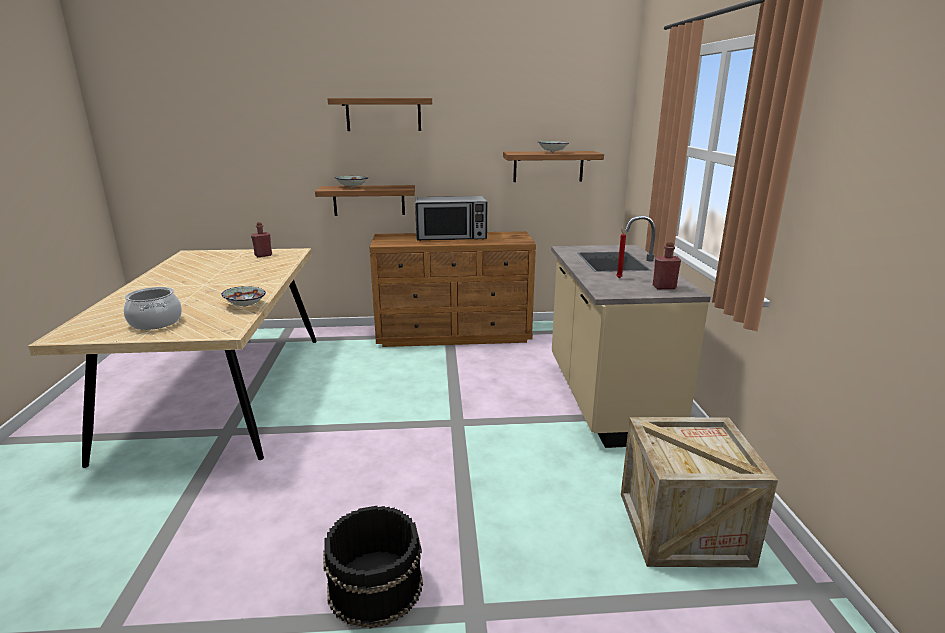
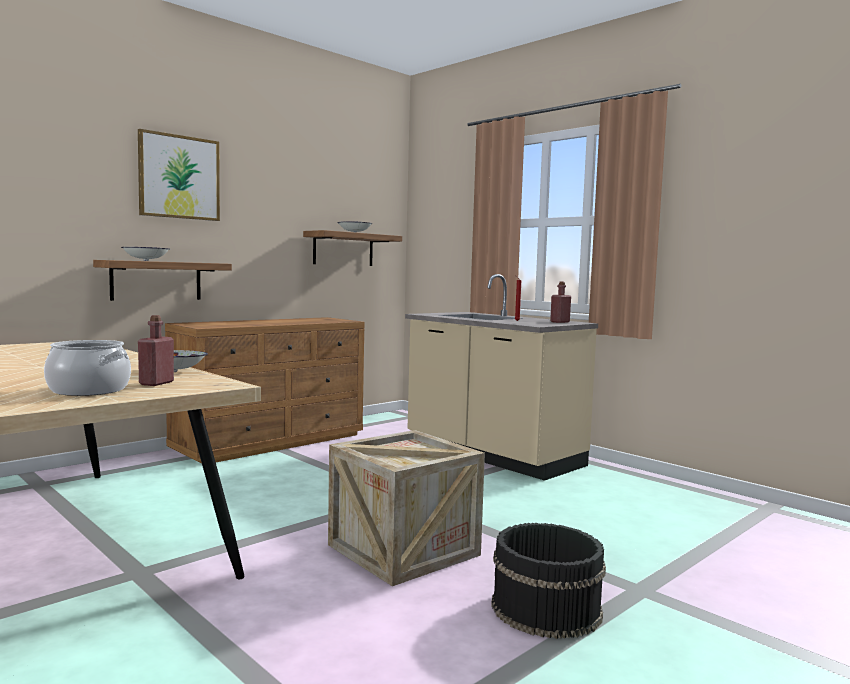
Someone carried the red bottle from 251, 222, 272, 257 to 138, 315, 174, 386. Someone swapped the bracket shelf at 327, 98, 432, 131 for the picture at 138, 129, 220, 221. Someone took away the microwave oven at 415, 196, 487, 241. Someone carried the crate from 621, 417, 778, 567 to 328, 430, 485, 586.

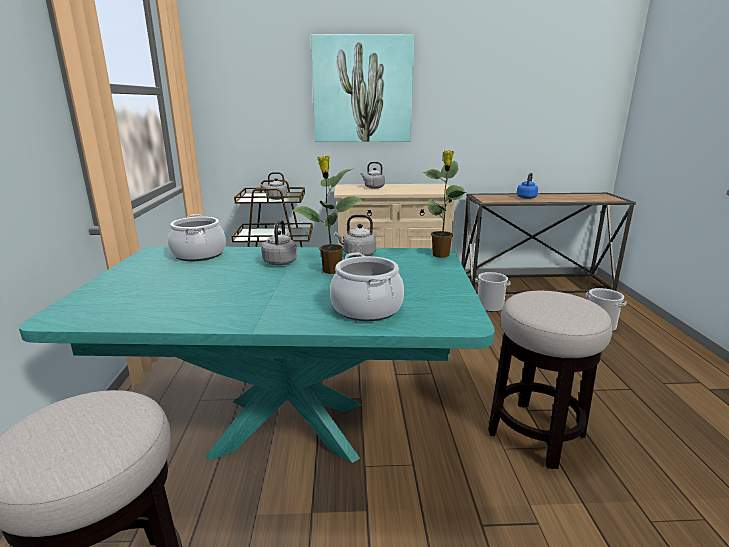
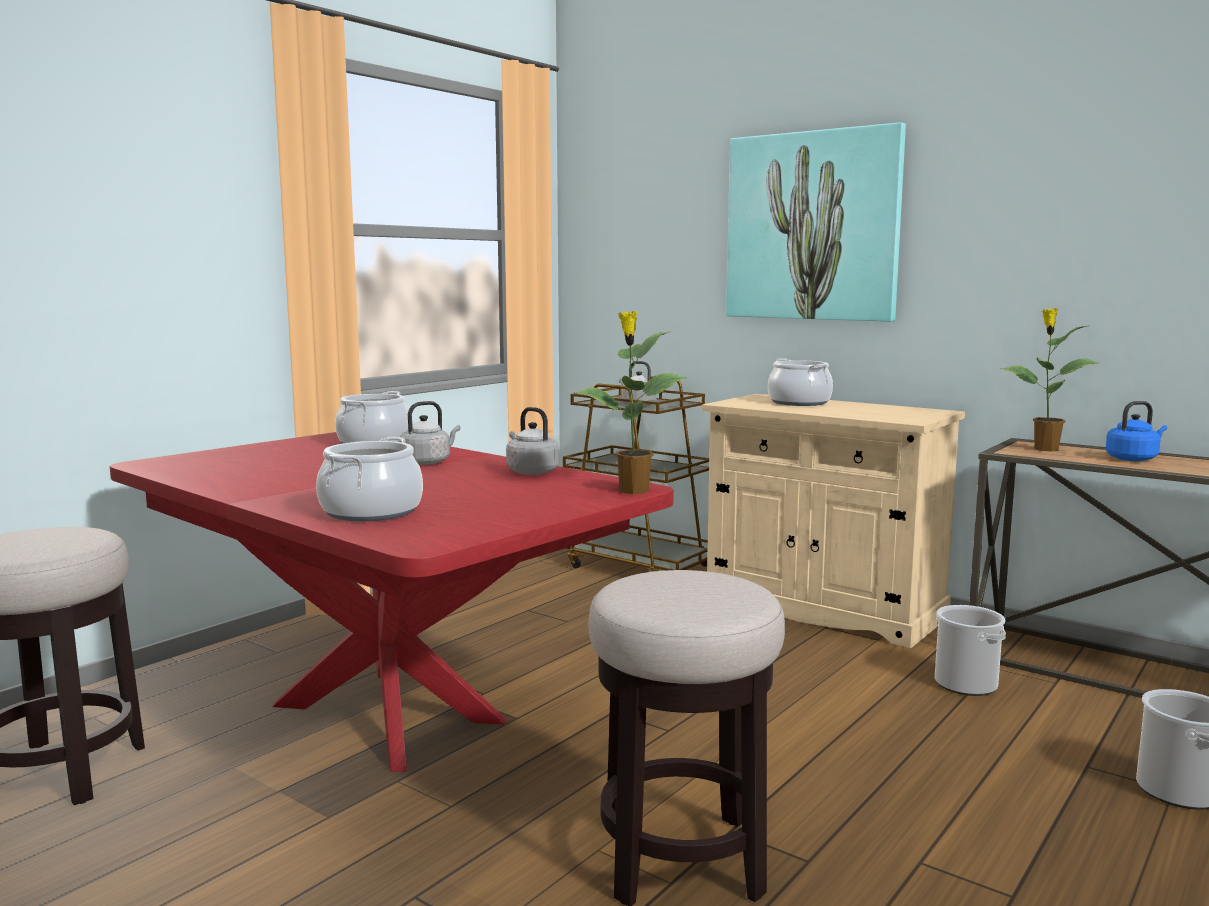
Someone repainted the turquoise-coloured kitchen table at 19, 246, 495, 463, which became the red kitchen table at 110, 432, 674, 772. Someone carried the plant in a pot from 290, 156, 365, 274 to 1001, 308, 1099, 452. Someone swapped the grey tea kettle at 360, 162, 385, 189 for the stockpot at 768, 358, 833, 406.

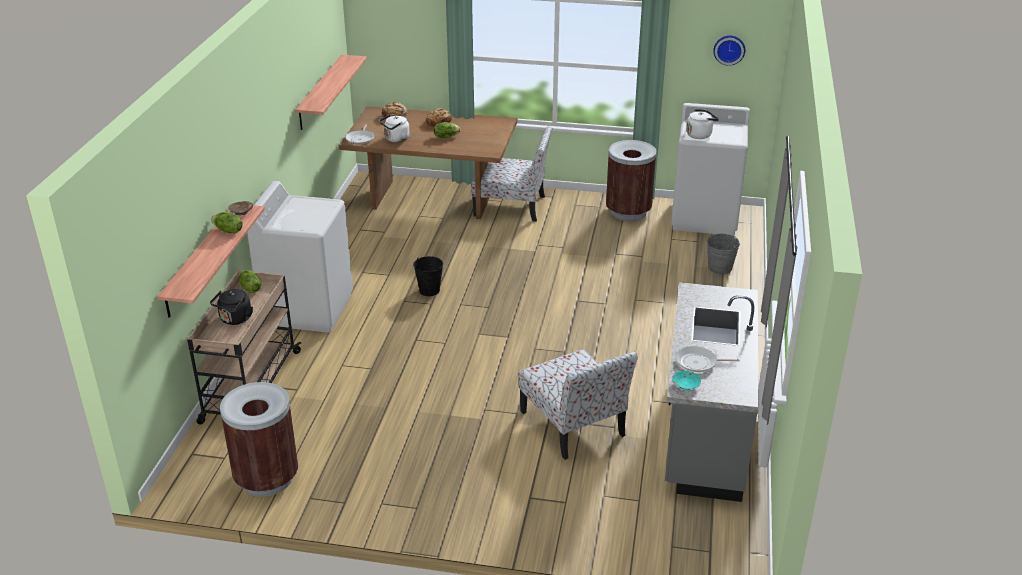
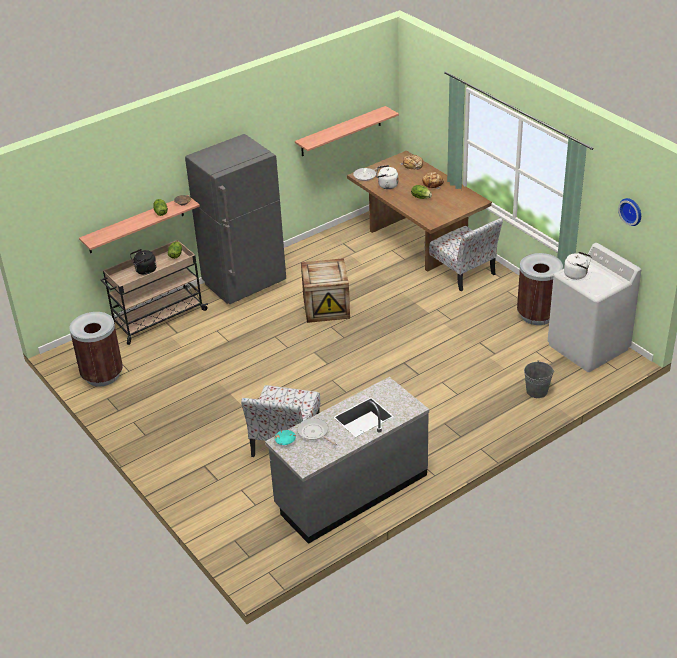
Someone swapped the white-coloured laundry machine at 247, 181, 353, 333 for the grey refrigerator at 185, 134, 286, 304. Someone swapped the black water bucket at 413, 256, 443, 296 for the crate at 301, 258, 350, 323.

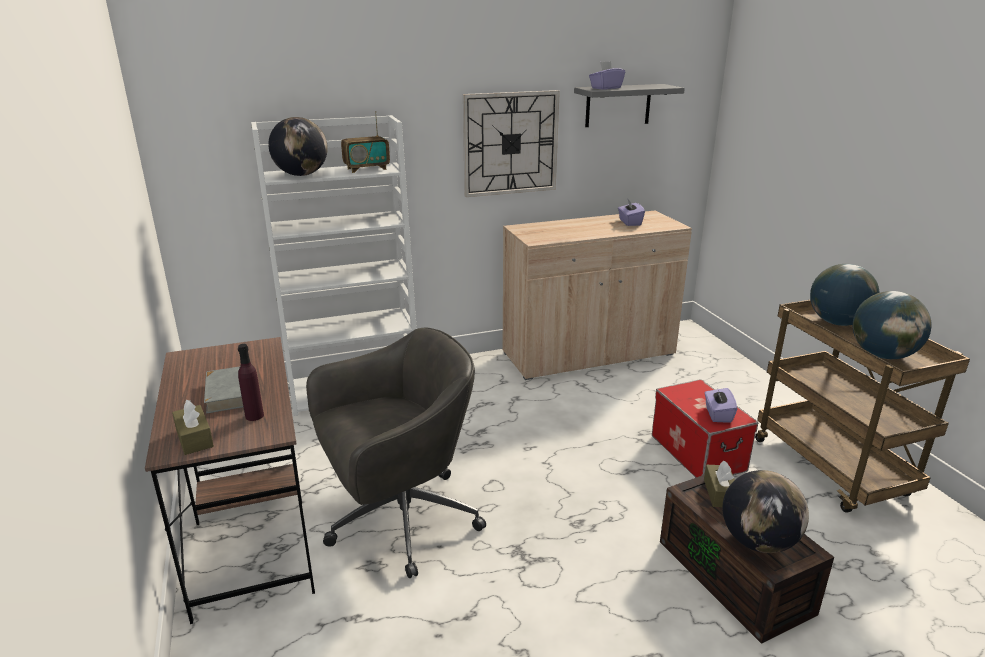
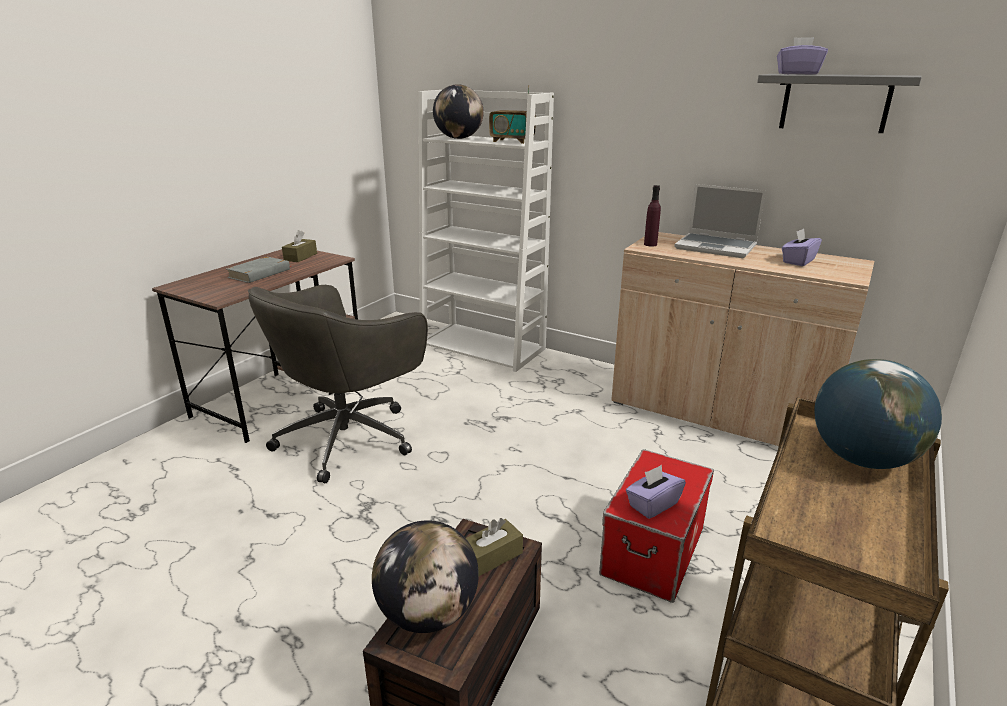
Someone carried the brown-coloured tissue box from 172, 400, 214, 455 to 282, 230, 317, 262. Someone carried the purple-coloured bottle from 238, 344, 264, 421 to 644, 185, 661, 247. Someone rotated the grey office chair at 306, 328, 486, 578 by 105 degrees clockwise. Someone took away the hanging clock at 463, 90, 560, 197. Someone took away the world globe at 853, 291, 932, 359. Someone put down the notebook computer at 674, 184, 766, 258.

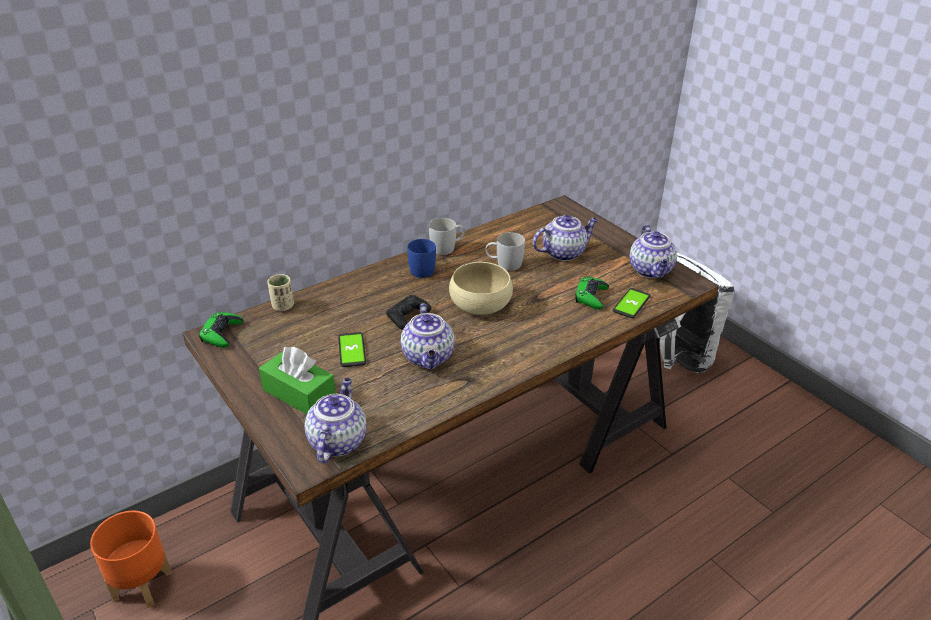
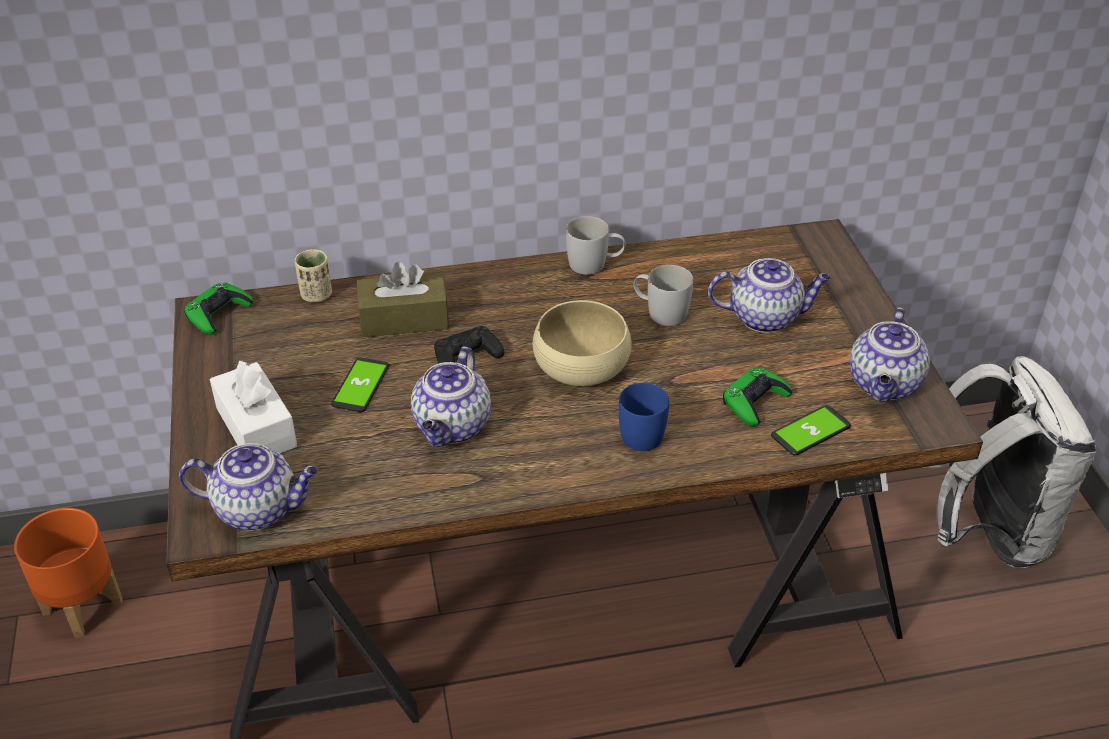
Someone repainted the green-coloured tissue box at 259, 347, 336, 414, which became the white-coloured tissue box at 210, 359, 297, 453. Someone rotated the pot for tea at 305, 378, 367, 463 by 60 degrees clockwise. Someone carried the blue mug from 407, 239, 436, 278 to 619, 383, 669, 451. Someone put down the brown-coloured tissue box at 357, 262, 449, 337.

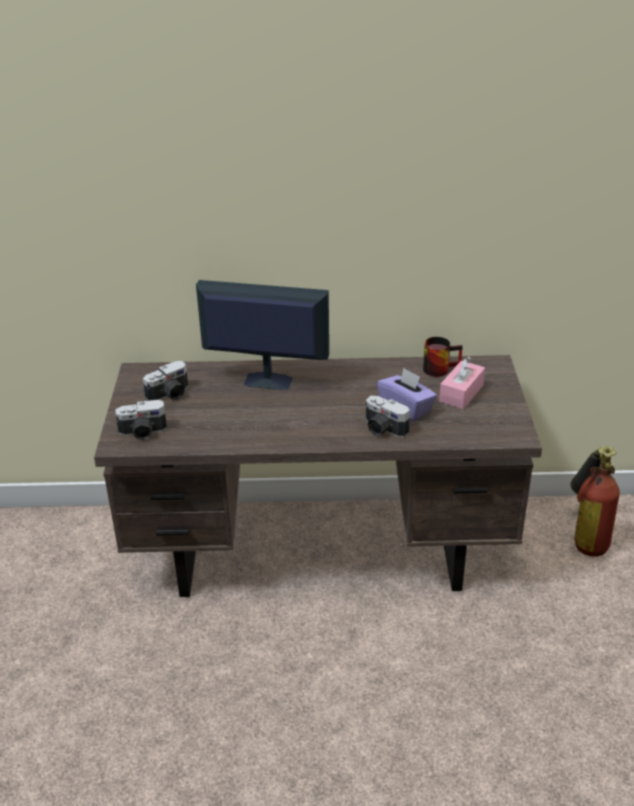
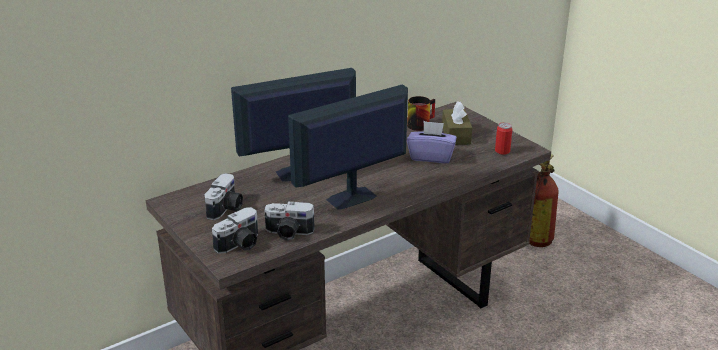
Someone carried the still camera from 366, 396, 410, 437 to 264, 202, 315, 241. Someone repainted the pink-coloured tissue box at 439, 356, 485, 409, which became the brown-coloured tissue box at 442, 101, 472, 145. Someone put down the computer screen at 288, 85, 408, 210. Someone put down the sealed can at 495, 122, 512, 155.

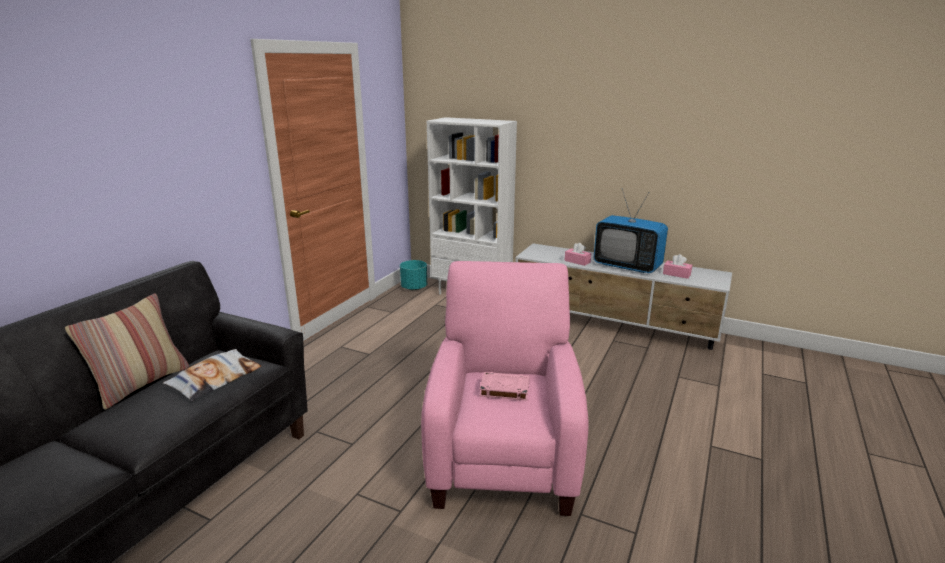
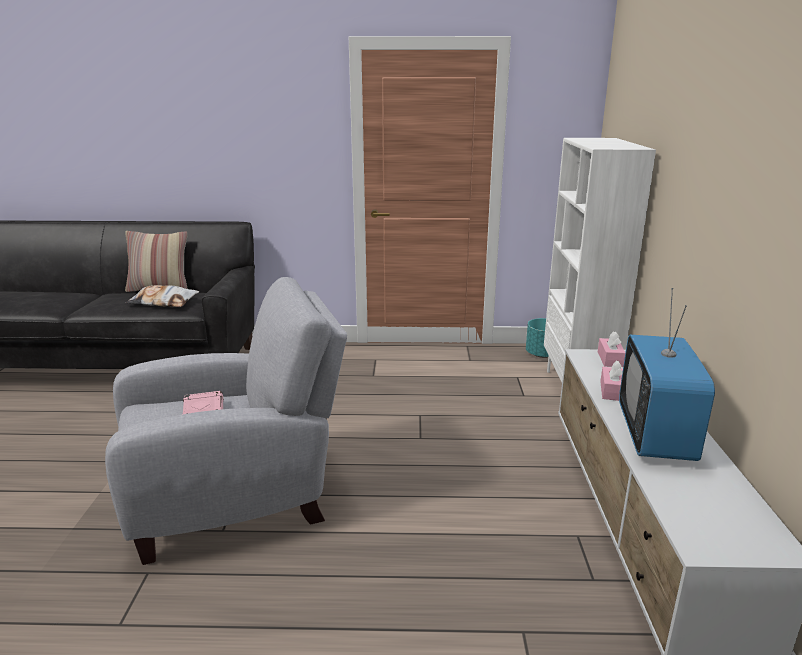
Someone repainted the pink-coloured lounge chair at 421, 261, 589, 516, which became the grey lounge chair at 105, 277, 347, 565. Someone carried the pink-coloured tissue box from 663, 254, 692, 279 to 598, 331, 626, 367.

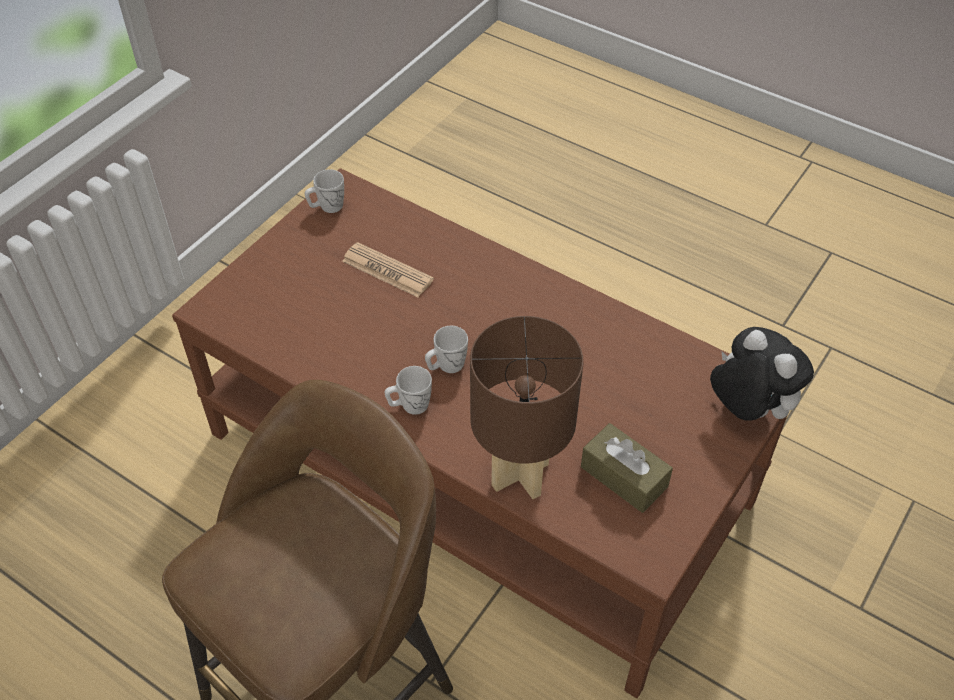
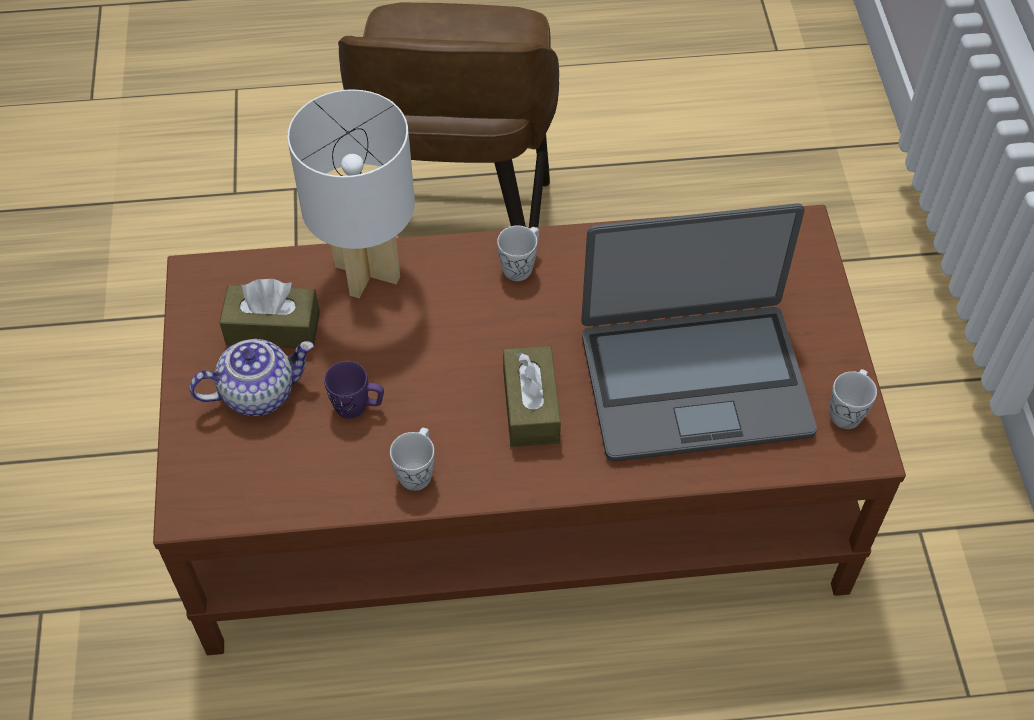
Someone swapped the newspaper at 342, 242, 434, 297 for the notebook computer at 581, 204, 817, 462. Someone carried the white-coloured mug from 425, 326, 468, 373 to 390, 428, 435, 491. Someone repainted the brown-coloured tabletop lamp at 470, 316, 584, 499, which became the white-coloured tabletop lamp at 287, 89, 415, 298. Someone took away the plush toy at 710, 327, 814, 421. Someone put down the pot for tea at 189, 339, 314, 416. Someone put down the purple-coloured mug at 324, 361, 384, 418. Someone put down the brown-coloured tissue box at 503, 346, 561, 447.

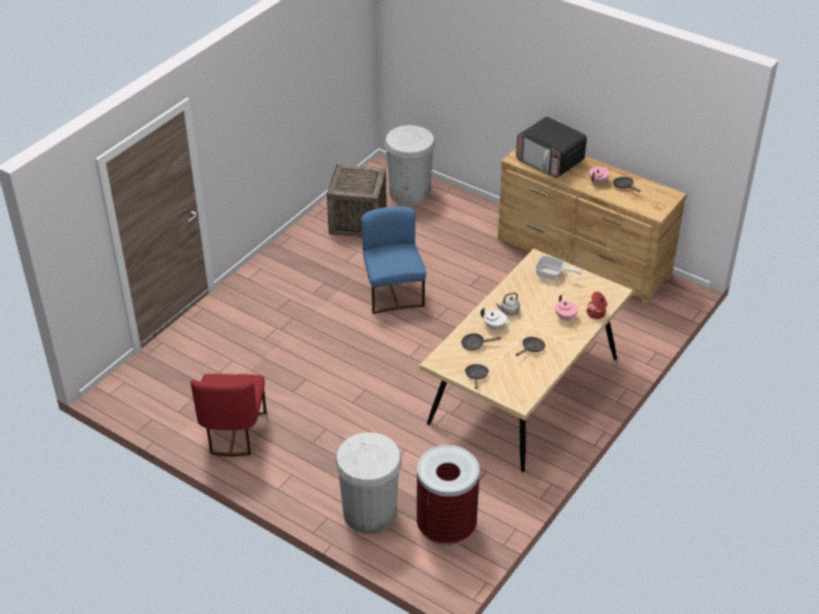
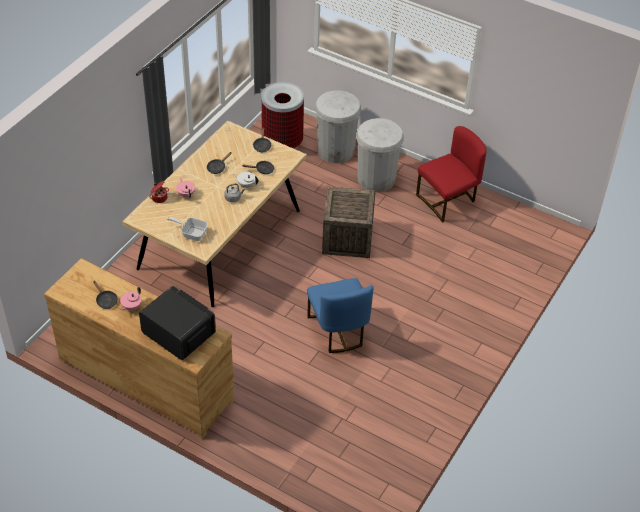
Someone rotated the red upright chair at 191, 374, 267, 456 by 60 degrees clockwise. Someone carried the crate from 327, 164, 387, 237 to 322, 186, 376, 258. Someone carried the white-coloured trash can from 384, 125, 436, 206 to 356, 118, 404, 192.

